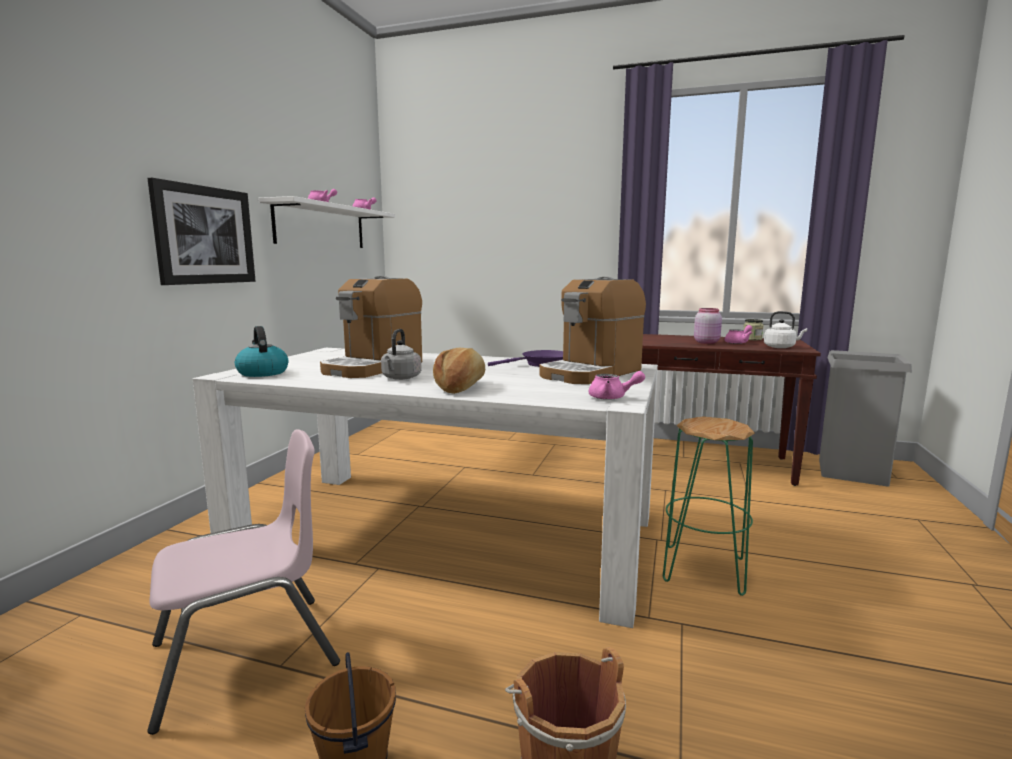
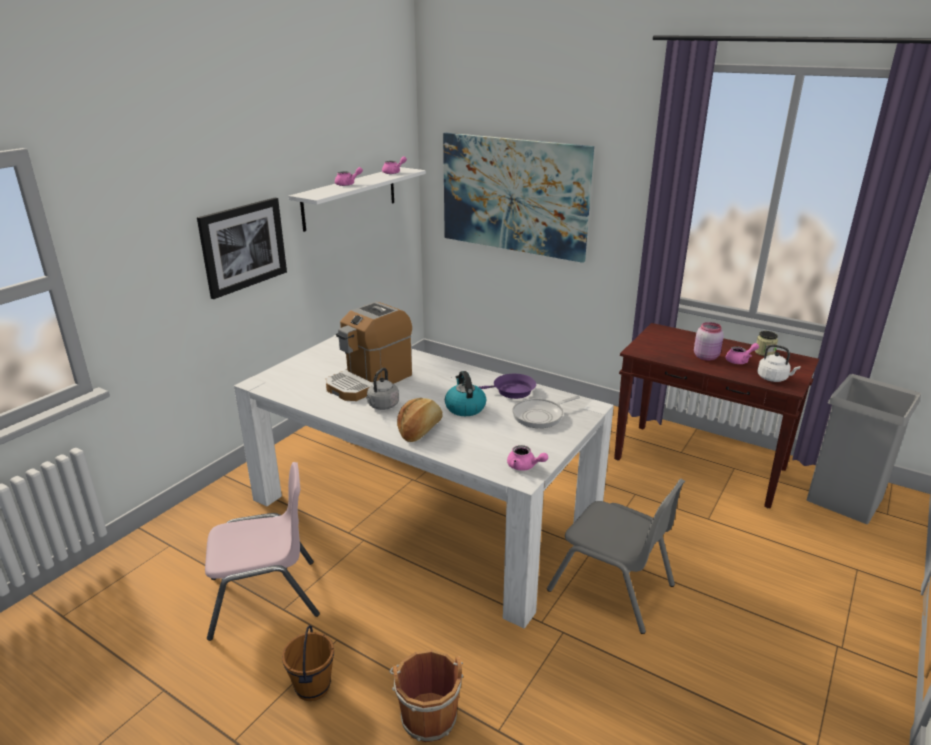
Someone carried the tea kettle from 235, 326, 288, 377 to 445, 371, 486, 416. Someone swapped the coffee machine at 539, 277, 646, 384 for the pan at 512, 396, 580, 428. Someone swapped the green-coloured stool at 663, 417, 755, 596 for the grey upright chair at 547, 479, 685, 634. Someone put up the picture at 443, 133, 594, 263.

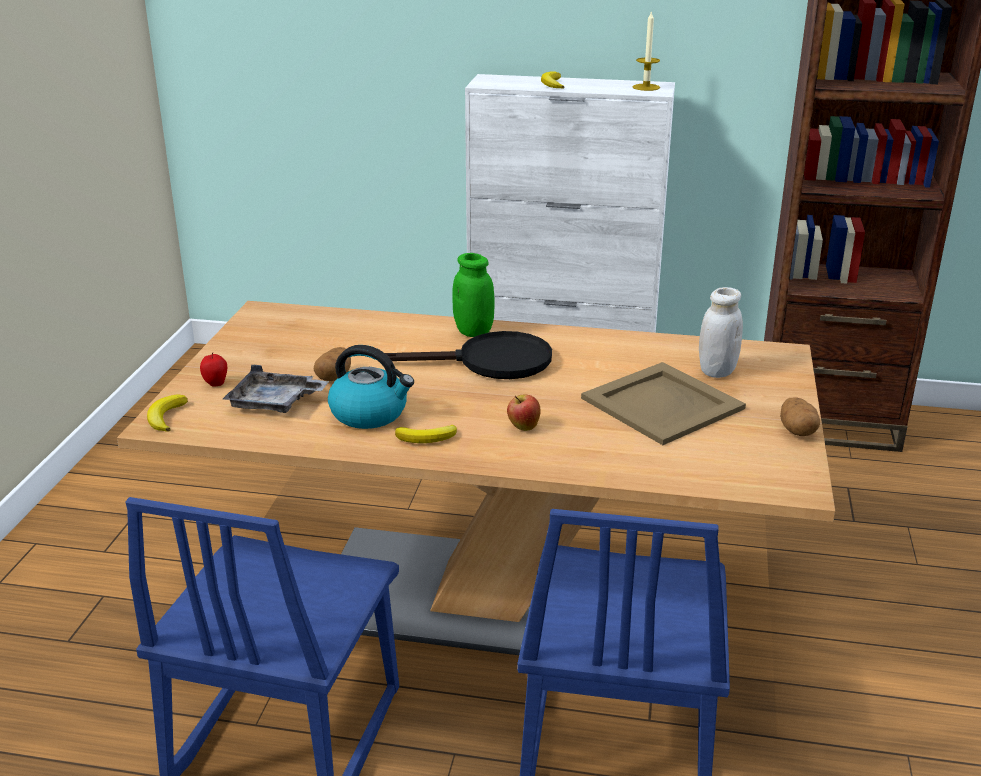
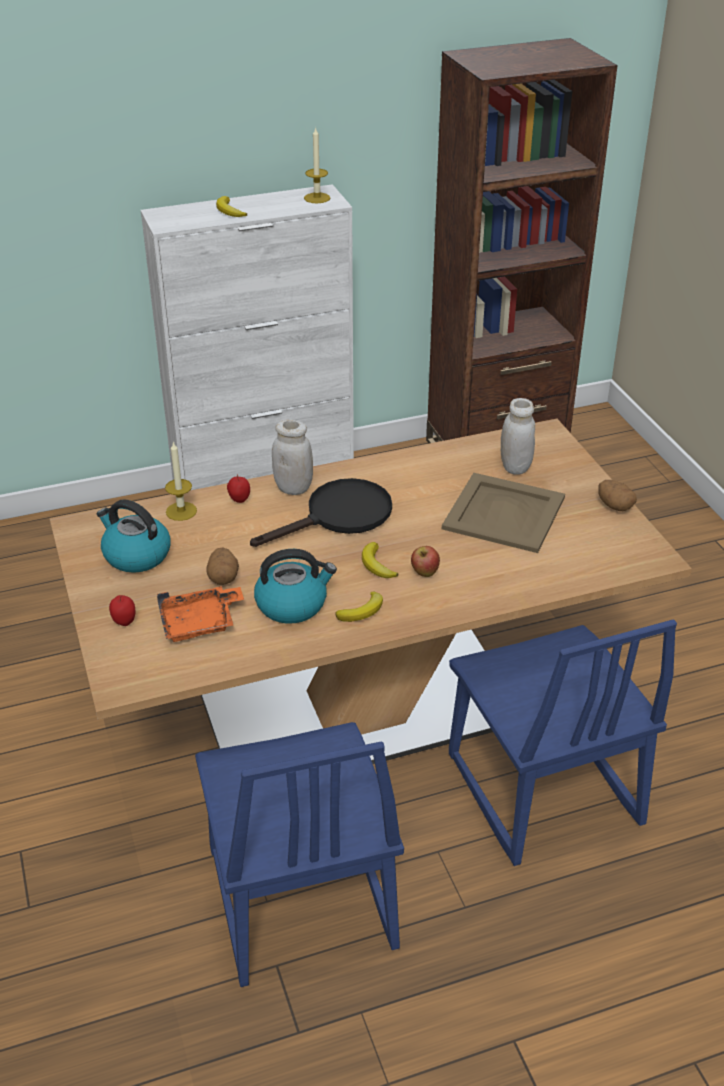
Someone carried the banana fruit from 147, 394, 188, 432 to 362, 542, 398, 578. Someone repainted the grey carrying tray at 223, 364, 329, 413, which became the orange-coloured carrying tray at 157, 586, 244, 642. Someone repainted the green-coloured preserve jar at 452, 253, 494, 337, which became the white-coloured preserve jar at 272, 419, 313, 495. Someone put down the tea kettle at 97, 499, 170, 573. Someone put down the wax candle at 165, 441, 197, 521. Someone put down the apple at 227, 475, 250, 503.

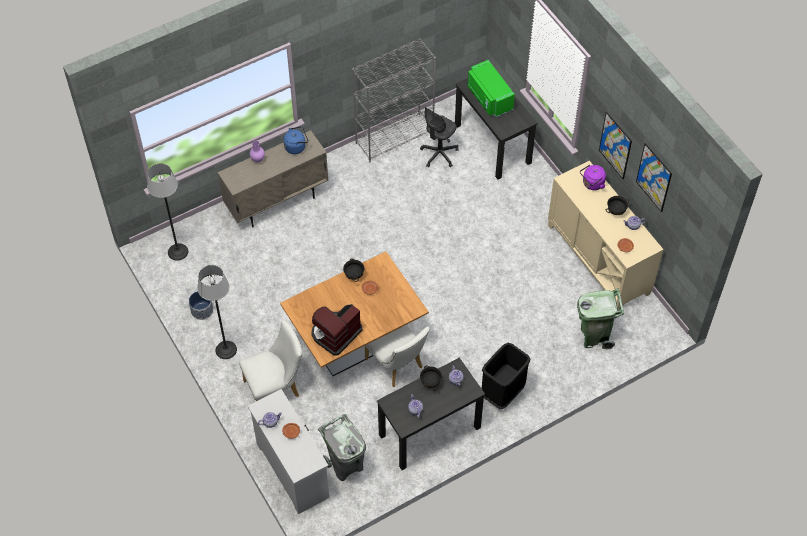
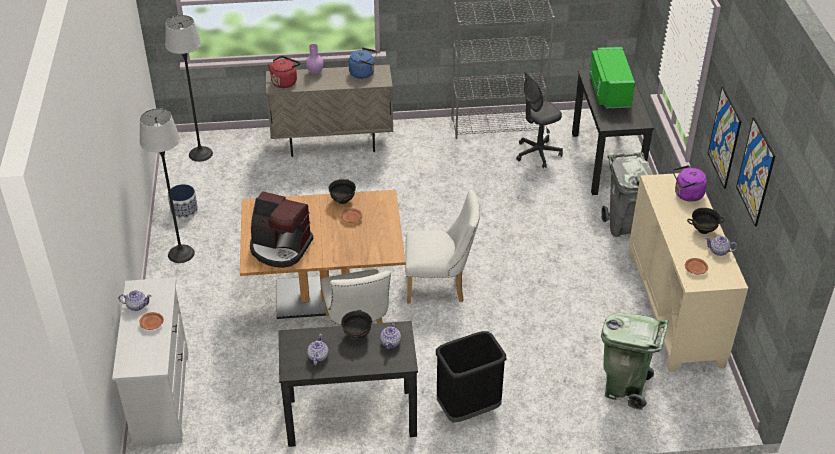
Someone carried the white-coloured upright chair from 239, 320, 302, 401 to 405, 190, 480, 304. Someone rotated the coffee machine at 311, 304, 362, 356 by 135 degrees counterclockwise. Someone carried the grey trash can from 318, 414, 366, 481 to 601, 152, 653, 237. Someone put down the red tea kettle at 268, 56, 301, 88.

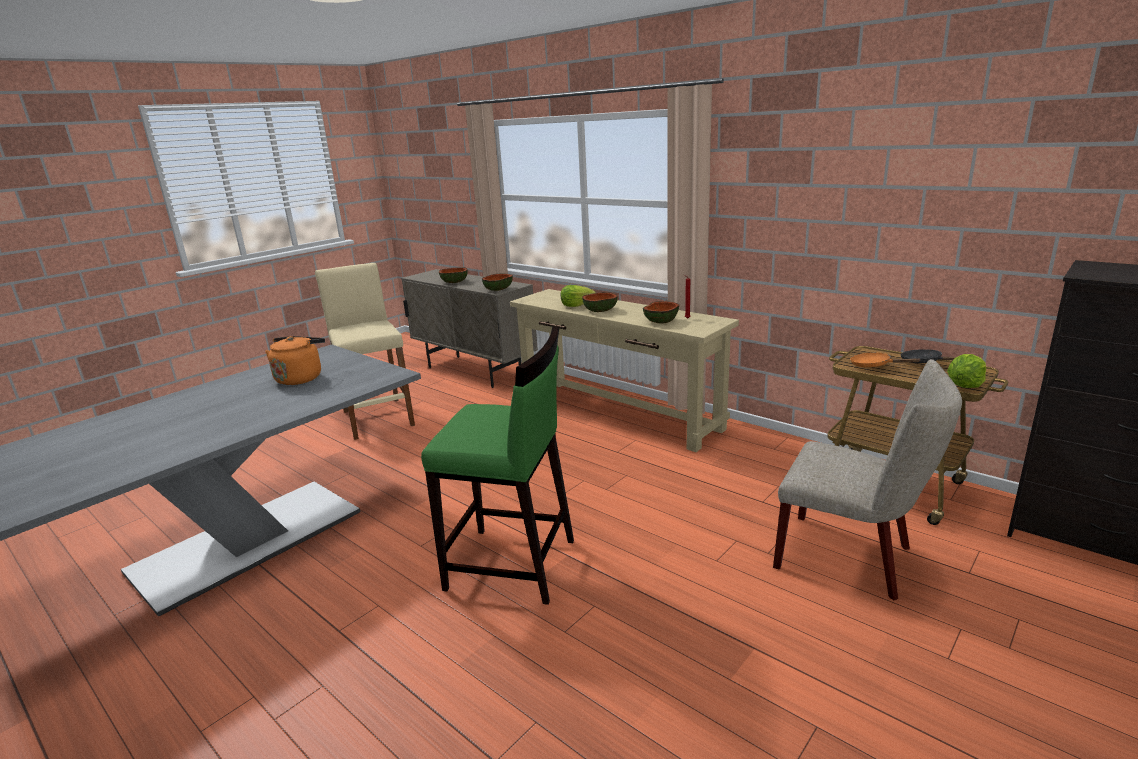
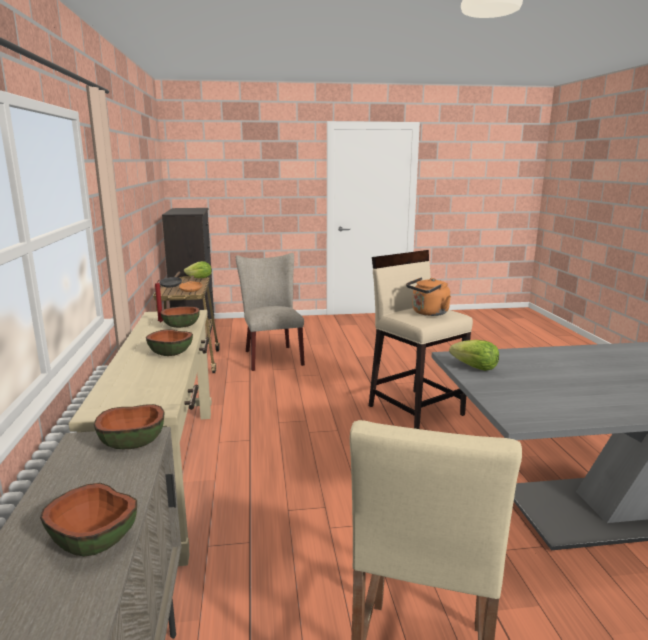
Someone carried the orange-coloured tea kettle from 265, 336, 325, 385 to 406, 277, 451, 316. Someone repainted the green-coloured stool at 421, 326, 574, 605, which became the beige stool at 369, 250, 473, 429. Someone carried the head of lettuce from 561, 285, 596, 307 to 449, 340, 499, 371.

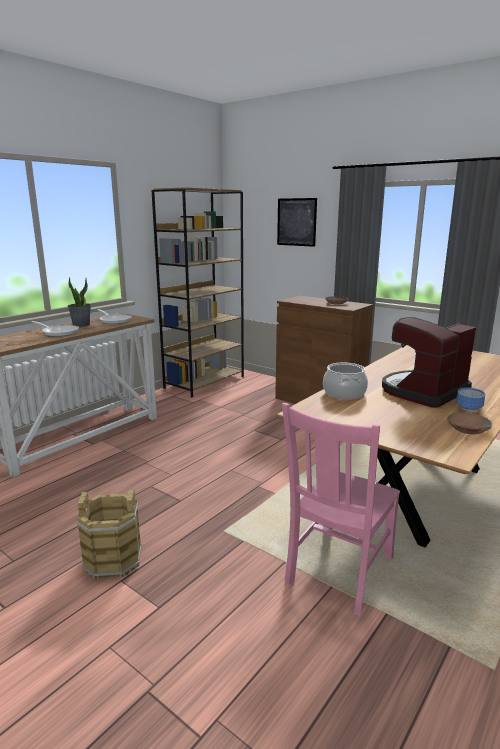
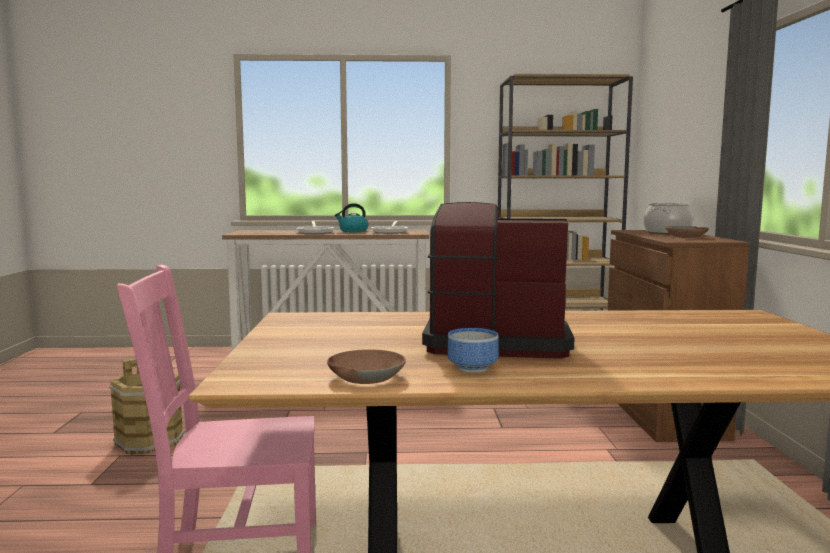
Someone swapped the plant in a pot at 68, 277, 91, 327 for the tea kettle at 335, 203, 368, 232. Someone took away the picture at 277, 198, 317, 247. Someone carried the stockpot from 323, 363, 368, 400 to 643, 203, 693, 234.

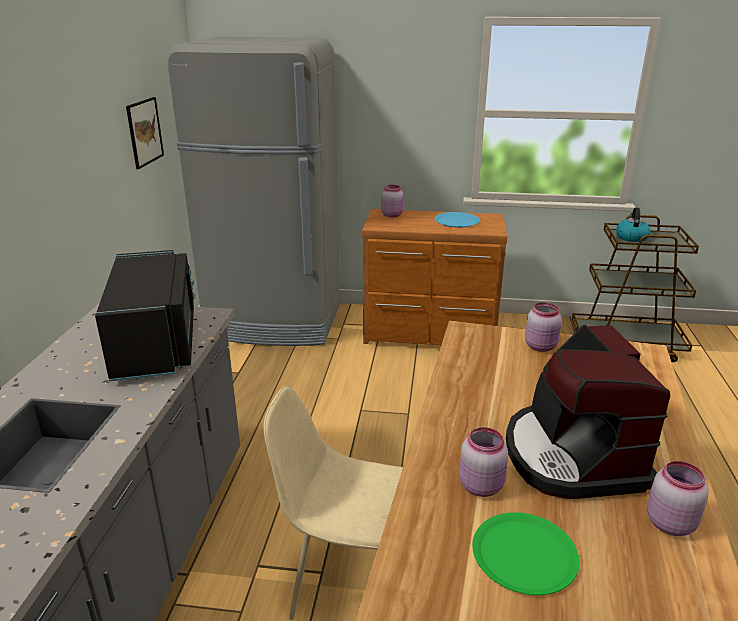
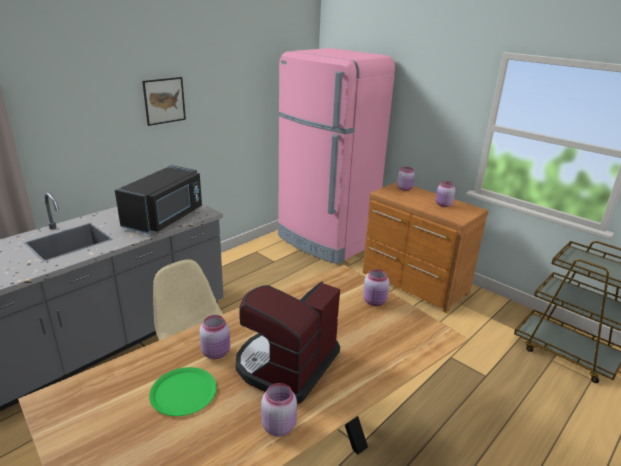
Someone carried the picture from 126, 97, 164, 169 to 142, 77, 186, 126. Someone repainted the grey refrigerator at 168, 37, 340, 346, which became the pink-coloured refrigerator at 278, 48, 395, 264. Someone swapped the blue plate at 435, 212, 480, 227 for the pink-coloured preserve jar at 436, 181, 456, 207. Someone took away the tea kettle at 616, 208, 651, 242.

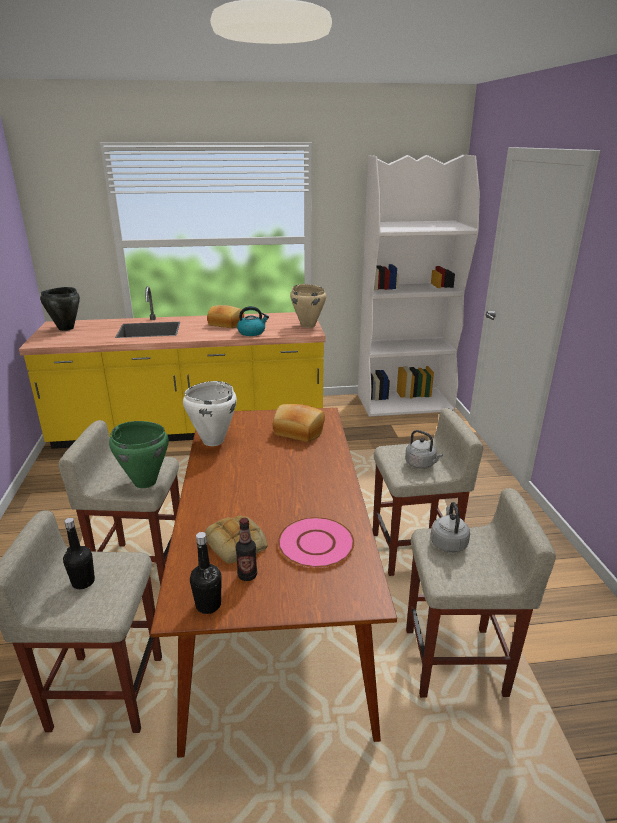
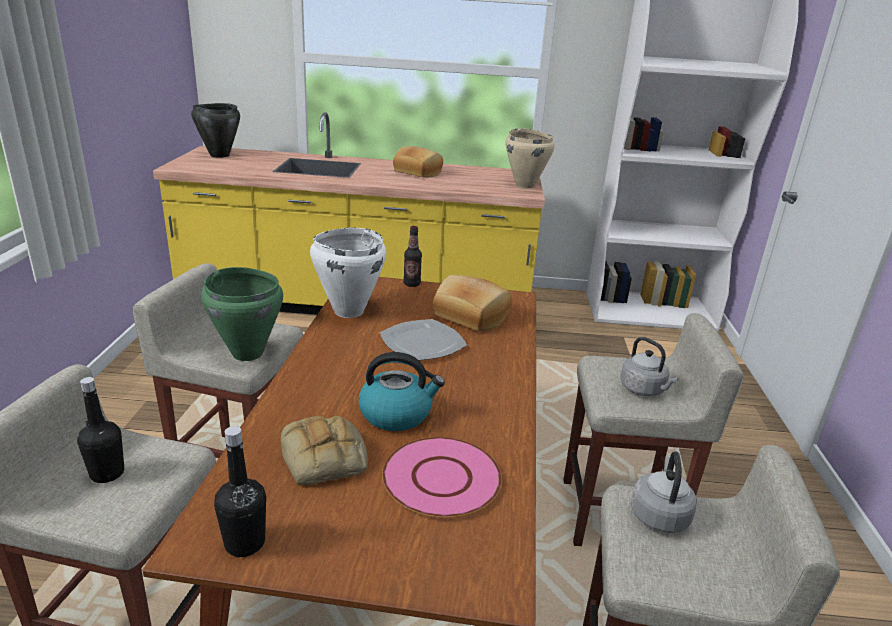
Someone carried the bottle from 236, 518, 257, 581 to 403, 226, 422, 287. Someone carried the tea kettle from 237, 306, 269, 336 to 359, 352, 445, 431. Someone put down the plate at 380, 319, 467, 360.

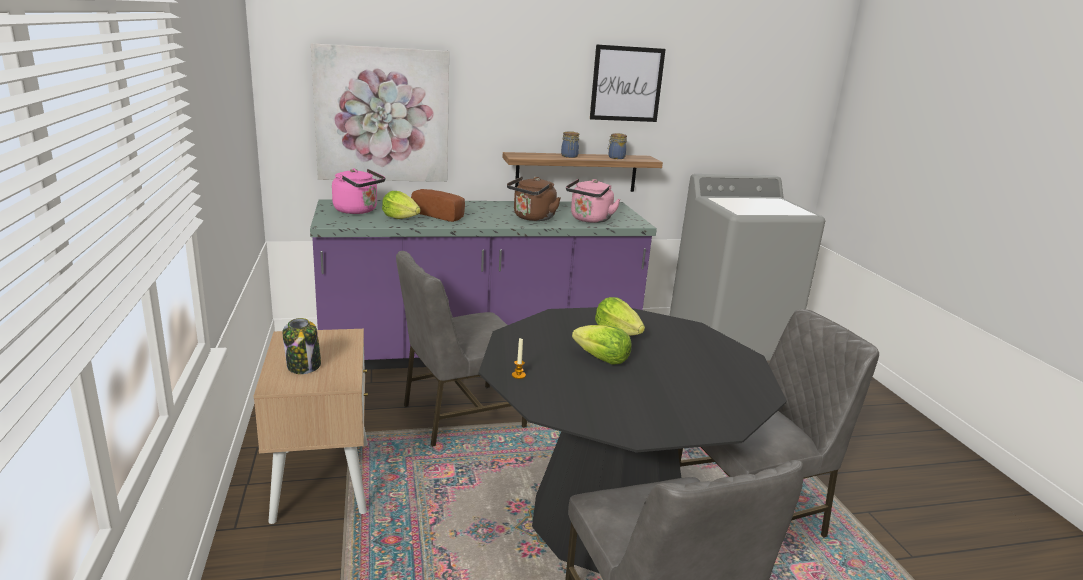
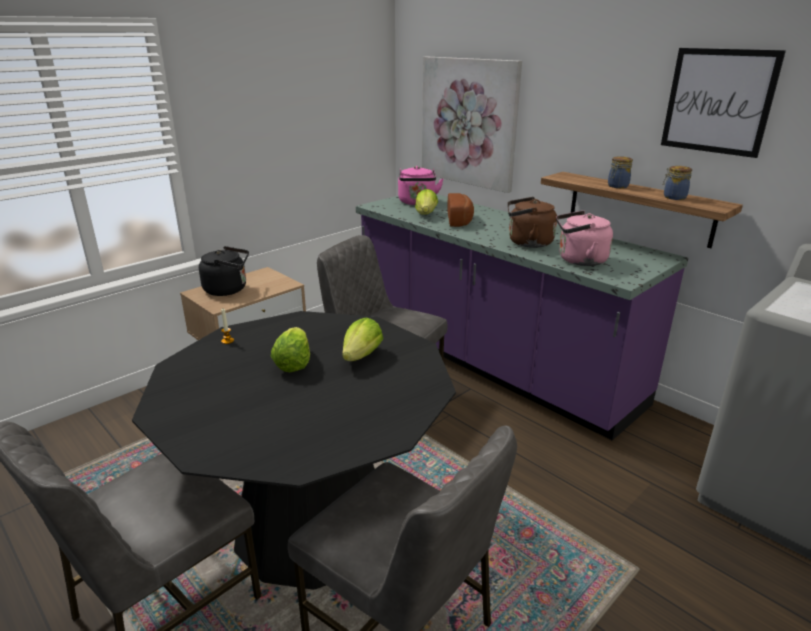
Someone swapped the preserve jar at 282, 318, 321, 374 for the black tea kettle at 199, 246, 249, 296.

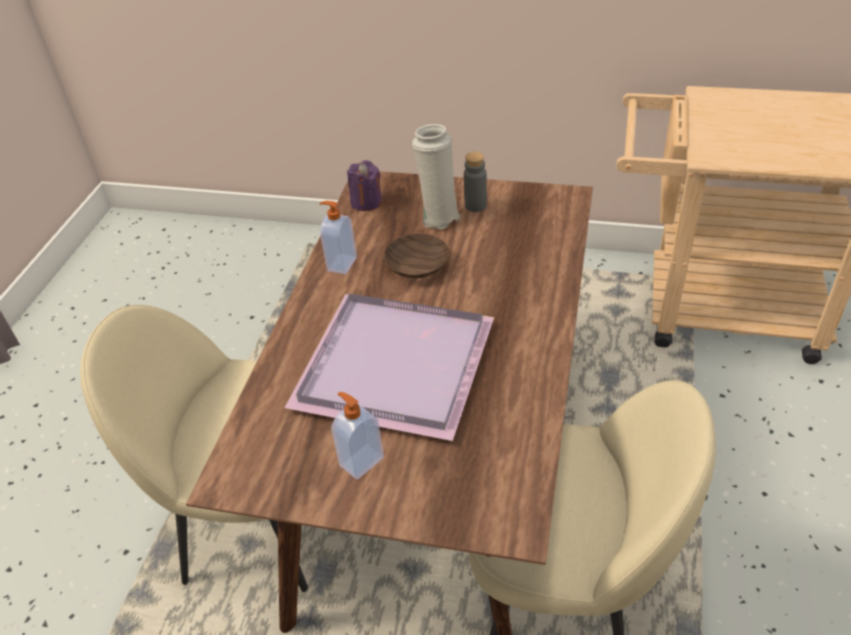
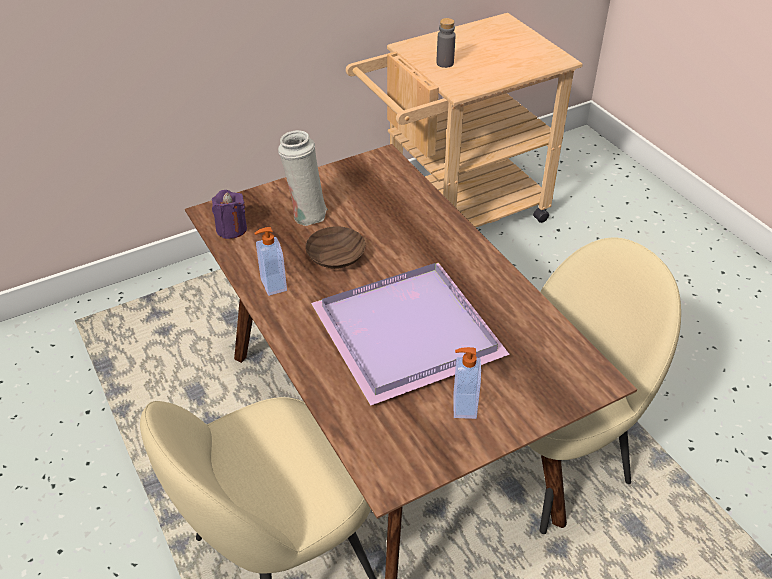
Someone carried the grey bottle from 464, 152, 487, 212 to 437, 18, 456, 68.

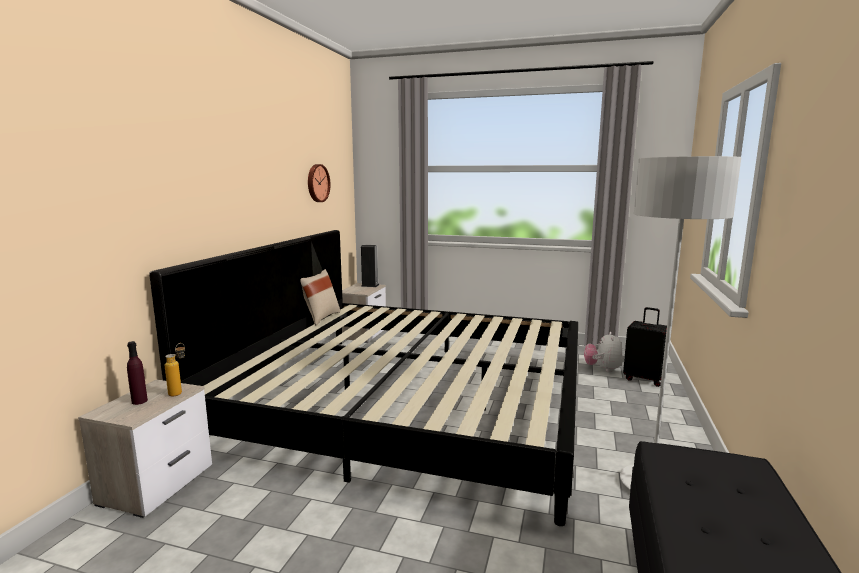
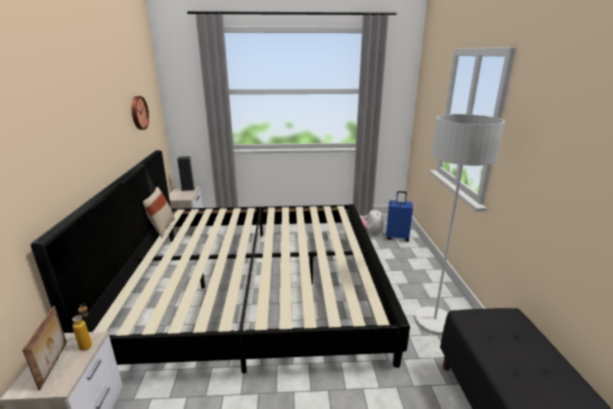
Someone swapped the purple-coloured bottle at 127, 341, 148, 405 for the picture frame at 22, 306, 67, 390. Someone repainted the black piece of luggage at 623, 307, 667, 387, which became the blue piece of luggage at 386, 191, 413, 242.

